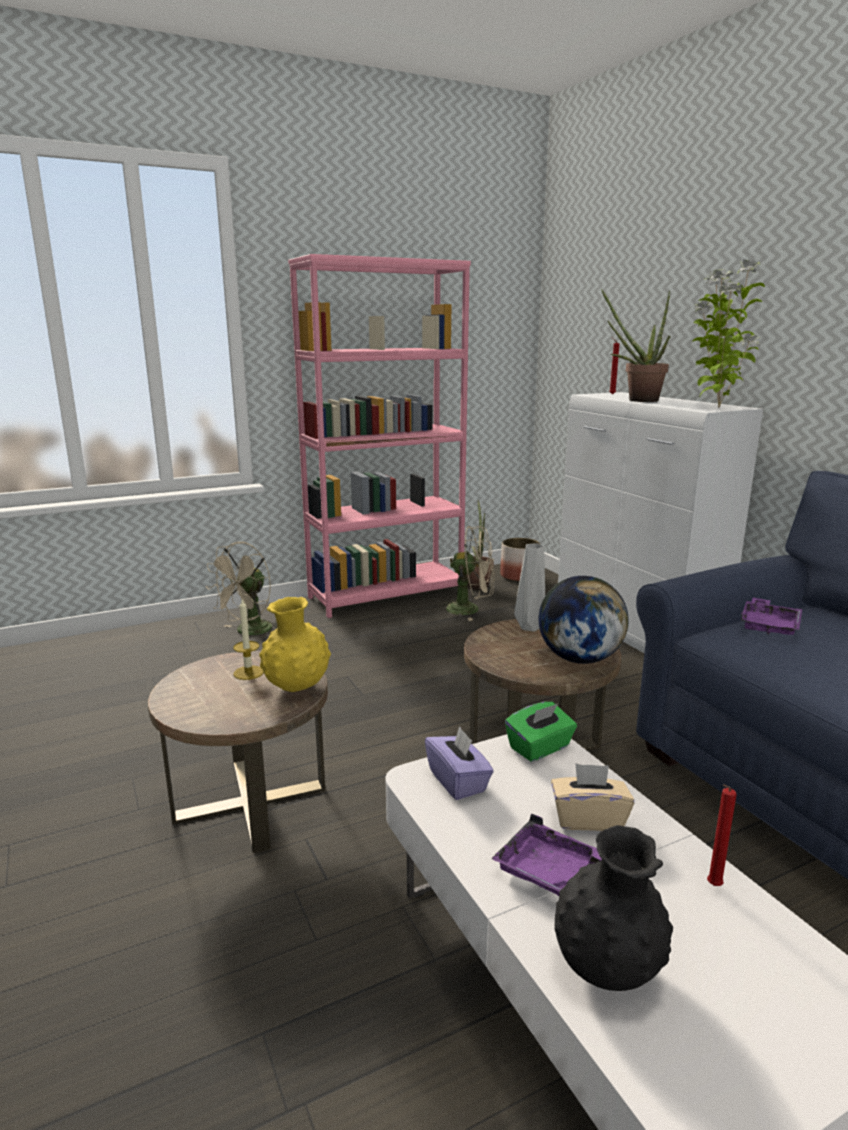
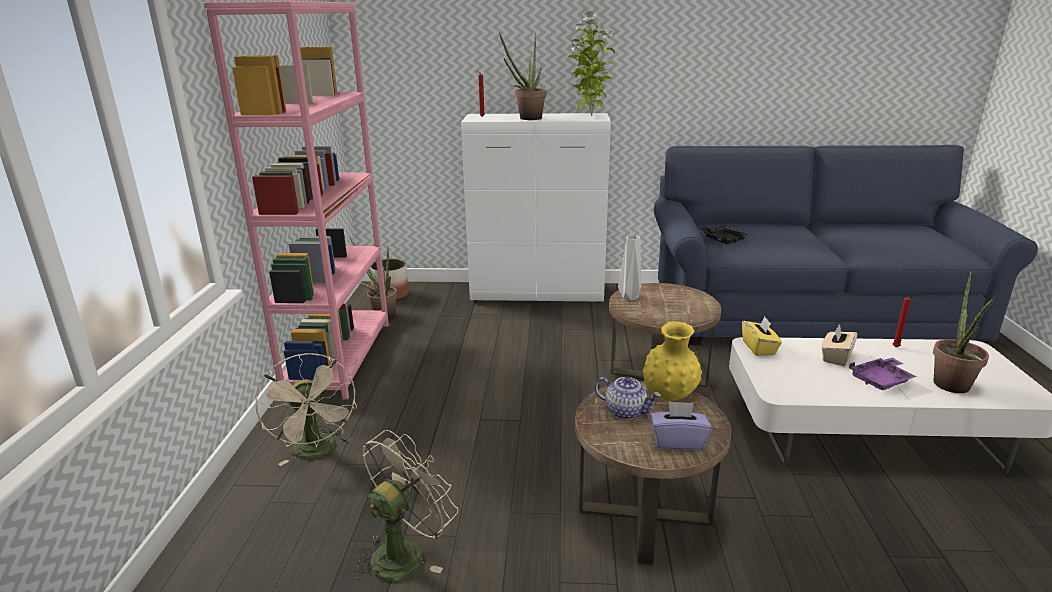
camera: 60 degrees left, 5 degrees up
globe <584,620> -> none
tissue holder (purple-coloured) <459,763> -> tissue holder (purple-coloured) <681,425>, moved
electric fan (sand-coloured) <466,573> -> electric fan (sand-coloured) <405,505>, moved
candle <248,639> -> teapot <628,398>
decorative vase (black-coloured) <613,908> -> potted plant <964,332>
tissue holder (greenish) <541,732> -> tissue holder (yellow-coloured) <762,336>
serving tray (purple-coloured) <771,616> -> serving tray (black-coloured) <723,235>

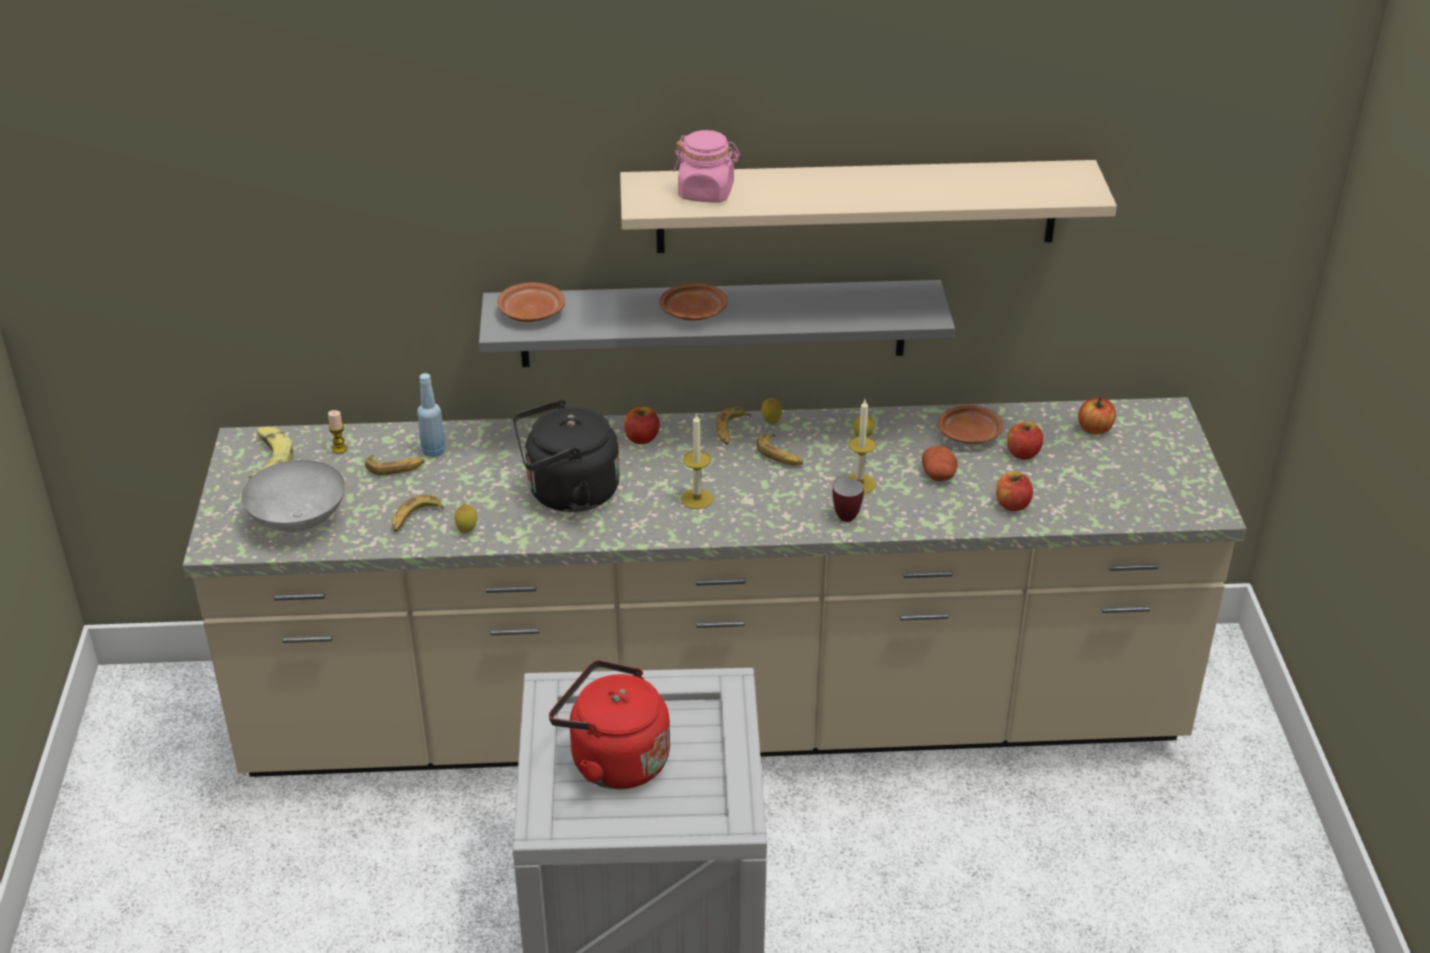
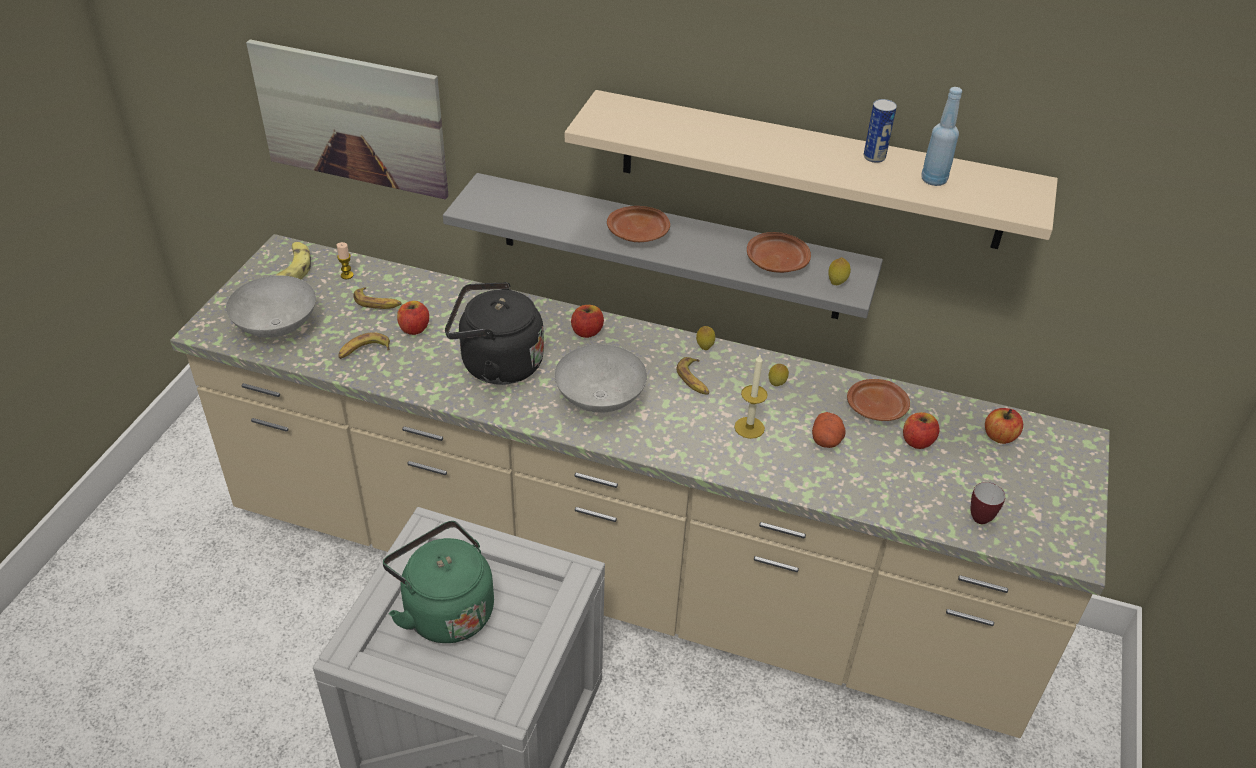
camera: 20 degrees right, 5 degrees up
storage jar (pink-coloured) <706,166> -> none
banana fruit <733,426> -> none
none -> picture <347,119>
none -> sealed can <880,131>
bottle (blue-coloured) <431,415> -> bottle (blue-coloured) <941,136>, moved
whole lemon <465,518> -> whole lemon <839,271>, moved
dinner plate (brown) <531,302> -> dinner plate (brown) <779,252>, moved
mug <848,500> -> mug <987,503>, moved
apple fruit <1014,491> -> apple fruit <413,318>, moved
candle <697,461> -> bowl (gray) <601,378>
water kettle (red-coloured) <609,724> -> water kettle (greenish) <438,582>

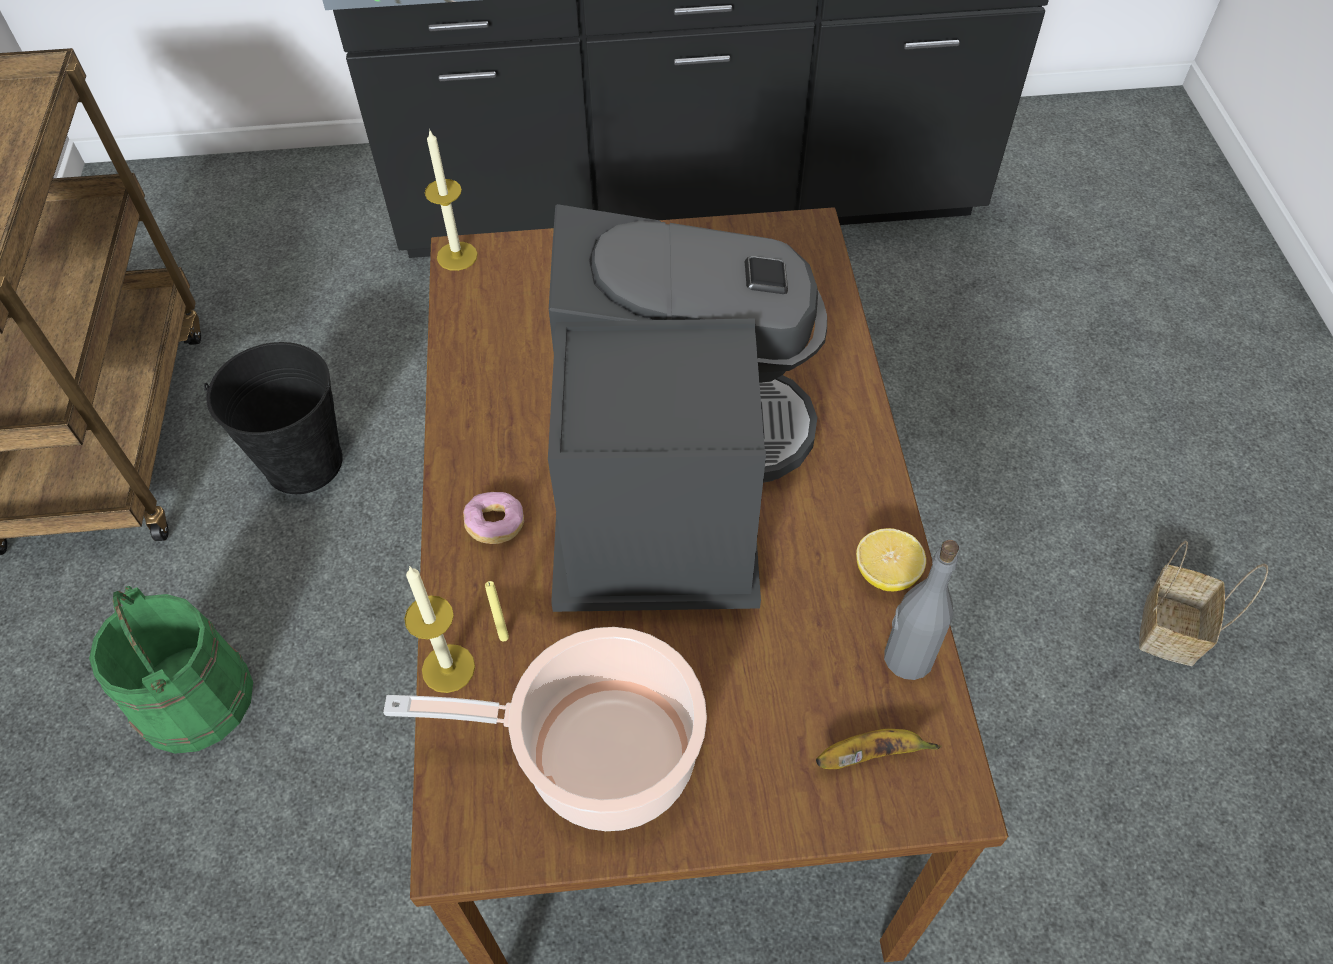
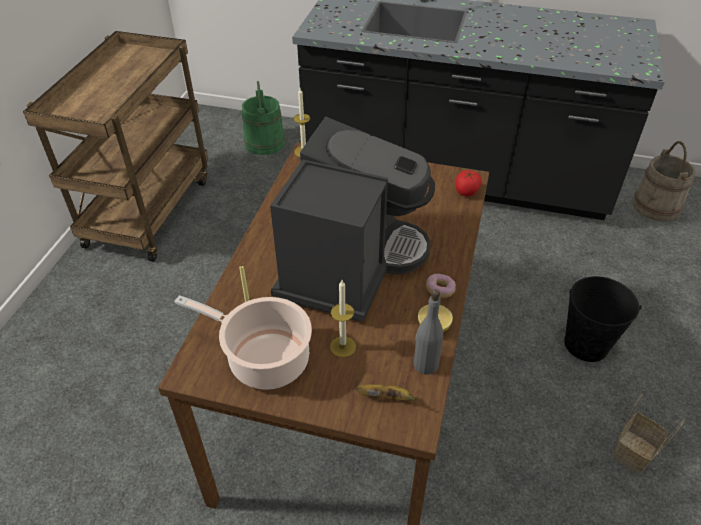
camera: 20 degrees right, 10 degrees down
none -> whole tomato <468,183>
none -> pail (sand-coloured) <664,181>
pail (greenish) <171,670> -> pail (greenish) <263,118>, moved
pail (black-coloured) <273,418> -> pail (black-coloured) <603,319>, moved
candle <439,629> -> candle <343,318>, moved
ring doughnut <493,518> -> ring doughnut <441,286>, moved

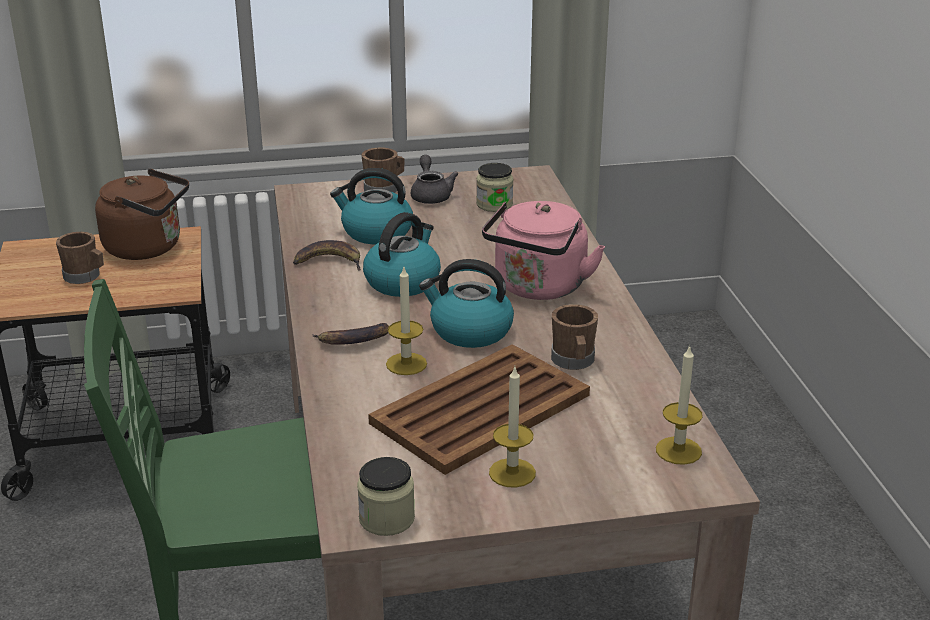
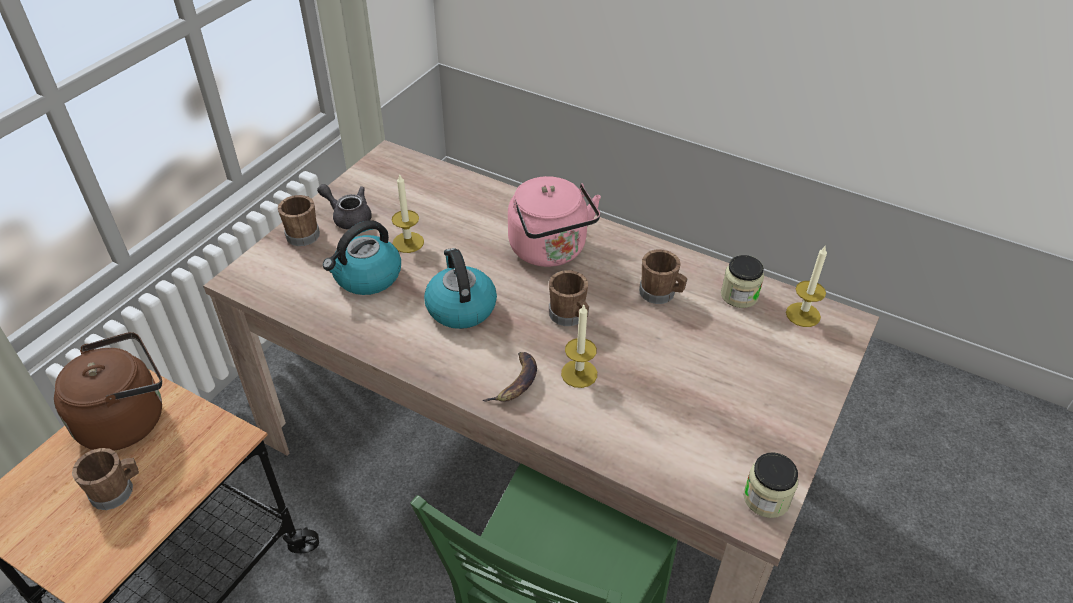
camera: 50 degrees left, 15 degrees up
banana fruit <327,255> -> none
serving tray (brown) <479,409> -> none
storage jar <494,187> -> storage jar <742,281>, moved
candle <512,427> -> candle <408,213>, moved
water kettle <466,303> -> mug (brown) <569,298>

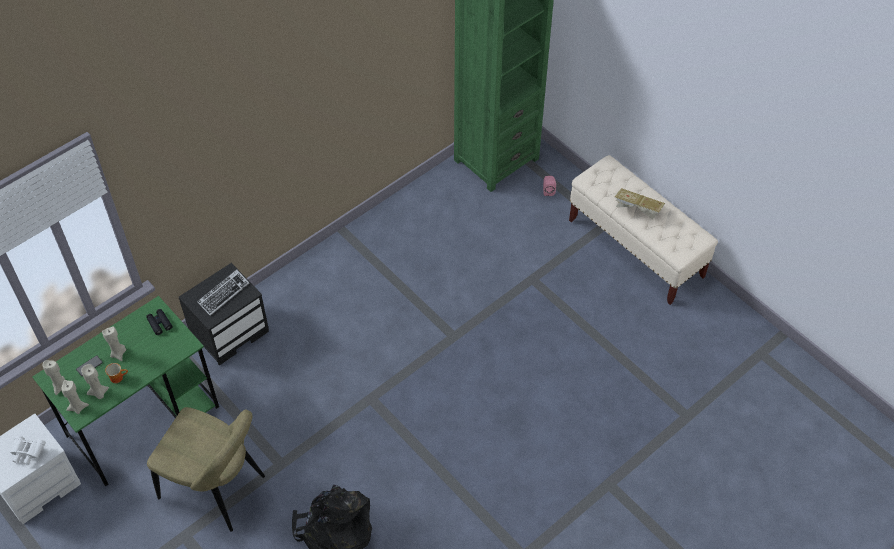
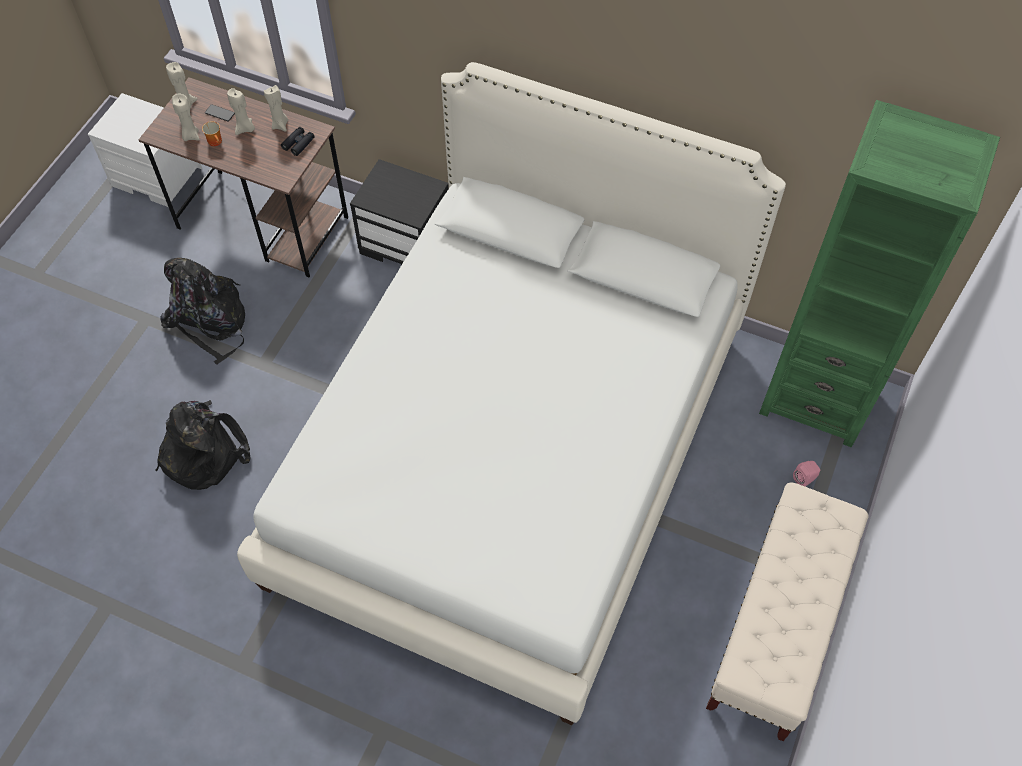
camera: 65 degrees right, 5 degrees up
field glasses (white-coloured) <28,450> -> none
PC keyboard <223,292> -> none
bound book <640,204> -> none
none -> bed (white-coloured) <511,393>
candle (sand-coloured) <75,397> -> candle (sand-coloured) <276,108>, moved
upright chair (sand-coloured) <206,469> -> rucksack (black-coloured) <202,311>
desk unit (greenish) <125,391> -> desk unit (brown) <244,177>

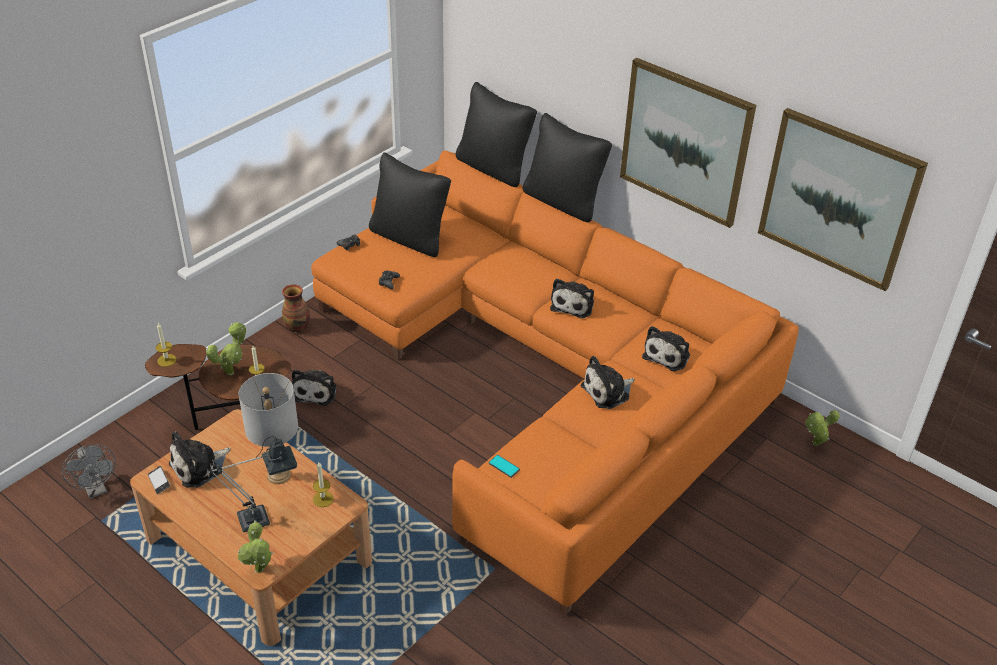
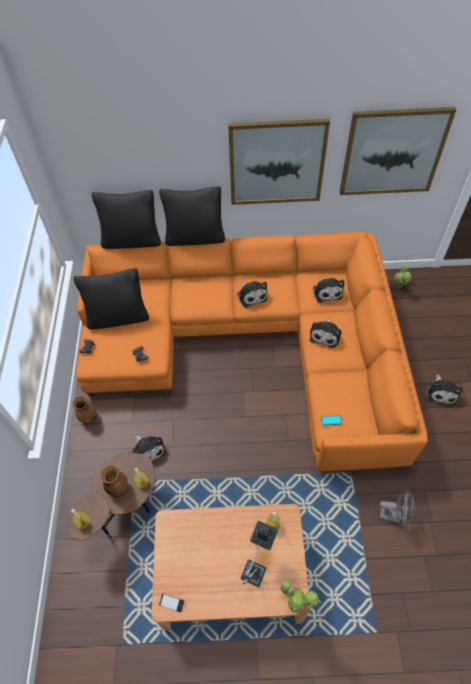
camera: 40 degrees left, 15 degrees up
tabletop lamp (gray) <268,428> -> none
electric fan (gray) <89,471> -> electric fan (gray) <397,509>, moved
soft toy <200,459> -> soft toy <444,389>, moved
potted plant <226,348> -> decorative vase <114,481>

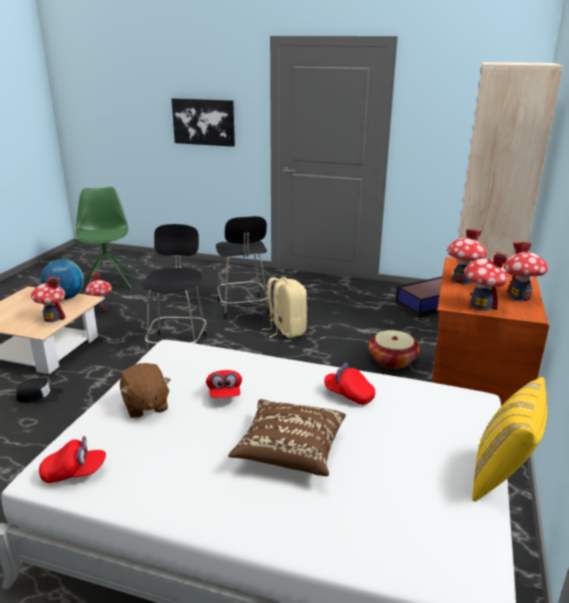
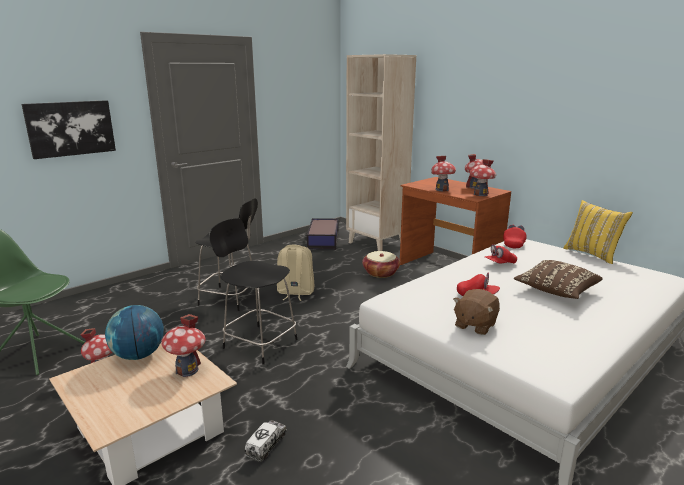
camera: 60 degrees left, 5 degrees down
baseball cap (red-coloured) <72,459> -> baseball cap (red-coloured) <515,236>, moved
baseball cap (black-coloured) <39,390> -> model truck <266,441>
soft toy (brown) <145,390> -> soft toy (brown) <476,312>, 120 degrees clockwise

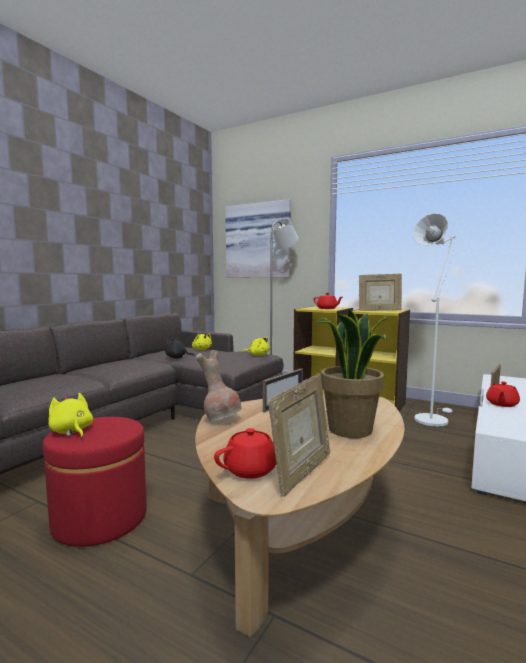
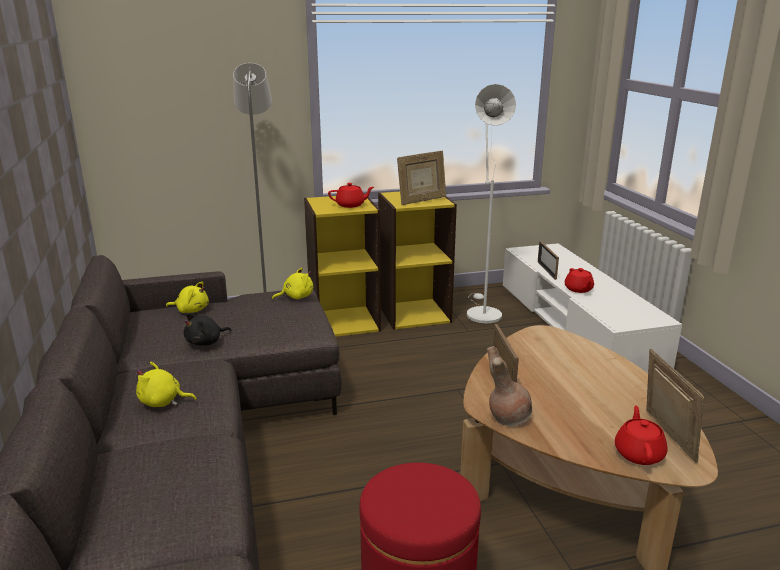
camera: 45 degrees left, 15 degrees up
picture <258,238> -> none
potted plant <351,373> -> none
soft toy (yellow-coloured) <71,415> -> soft toy (yellow-coloured) <166,384>, moved

